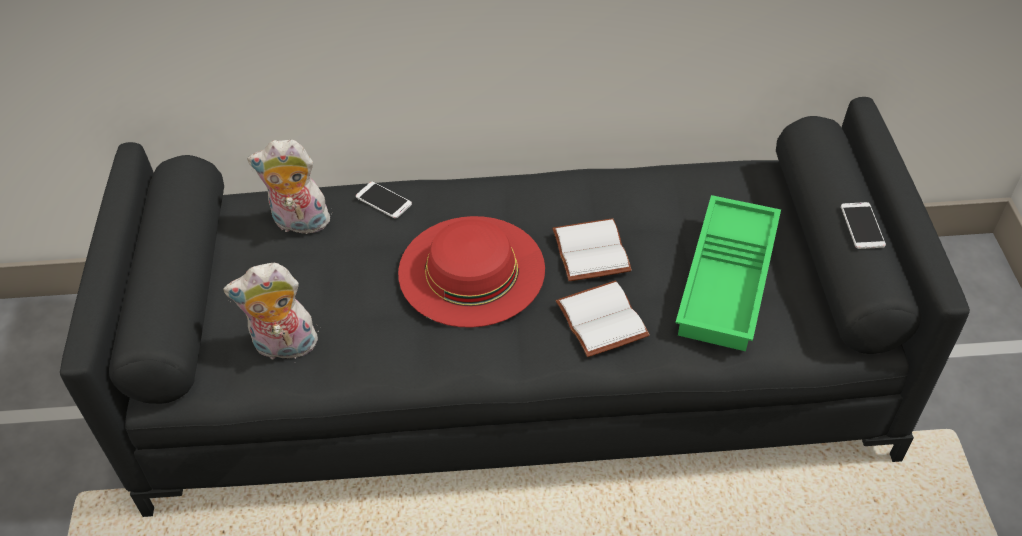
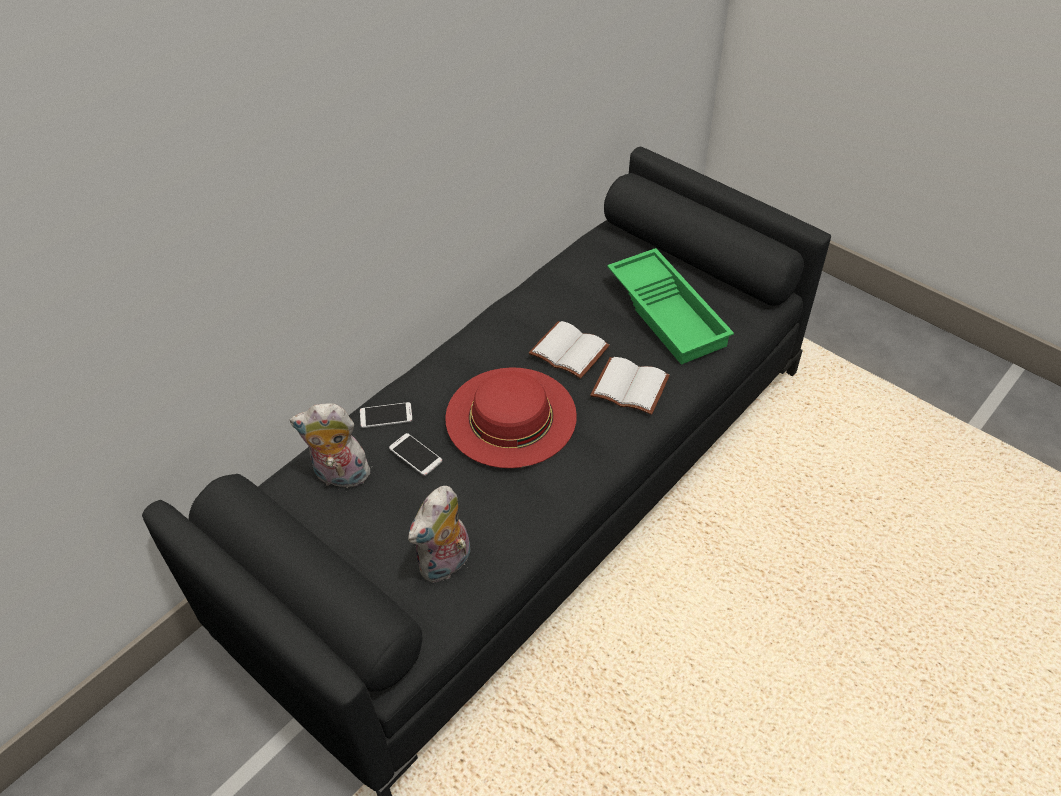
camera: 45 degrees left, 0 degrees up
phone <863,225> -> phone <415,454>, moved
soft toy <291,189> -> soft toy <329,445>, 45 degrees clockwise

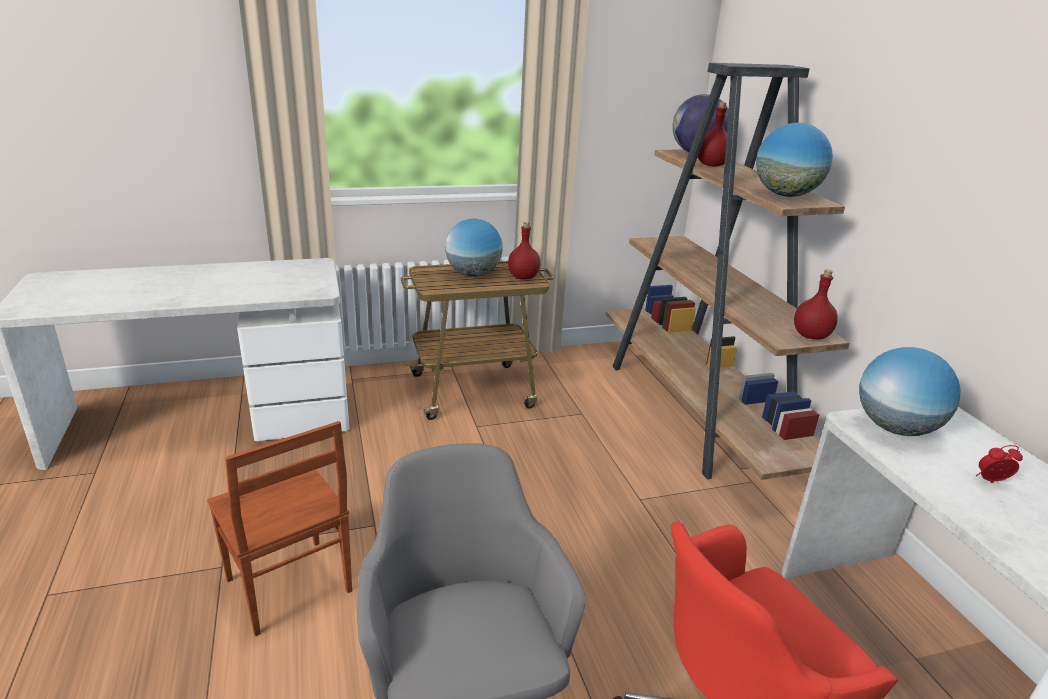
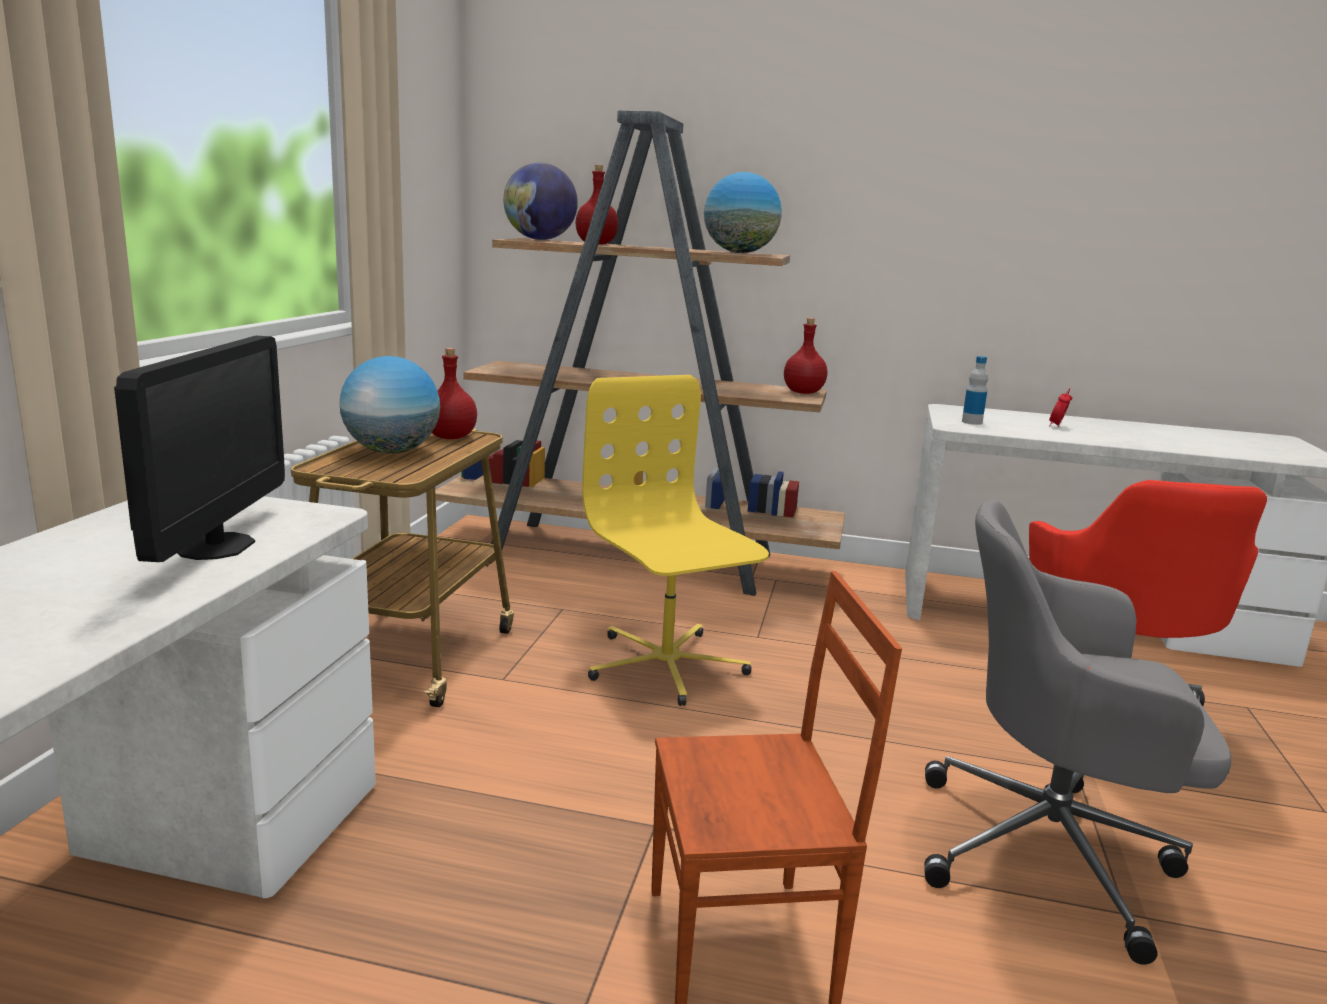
camera: 60 degrees left, 10 degrees down
none -> monitor <199,449>
none -> office chair (yellow-coloured) <675,540>
globe <910,391> -> bottle <975,390>

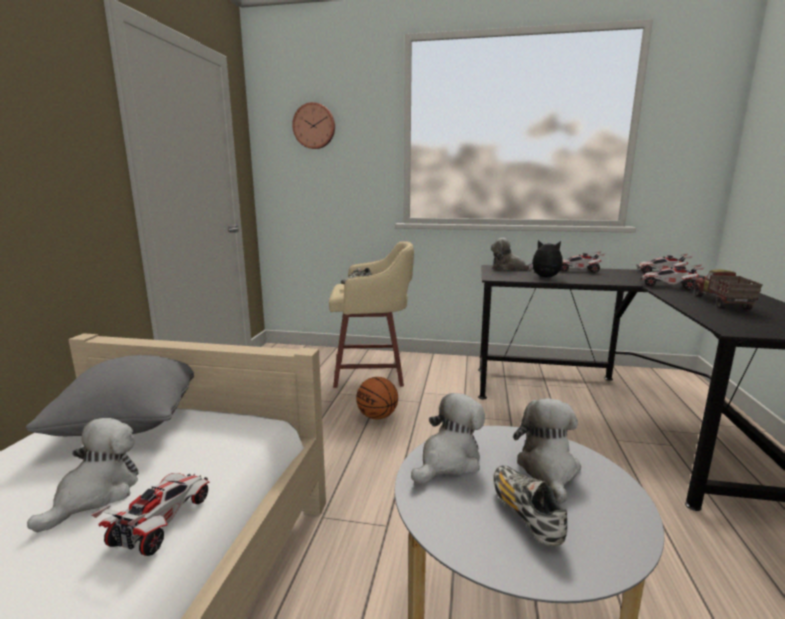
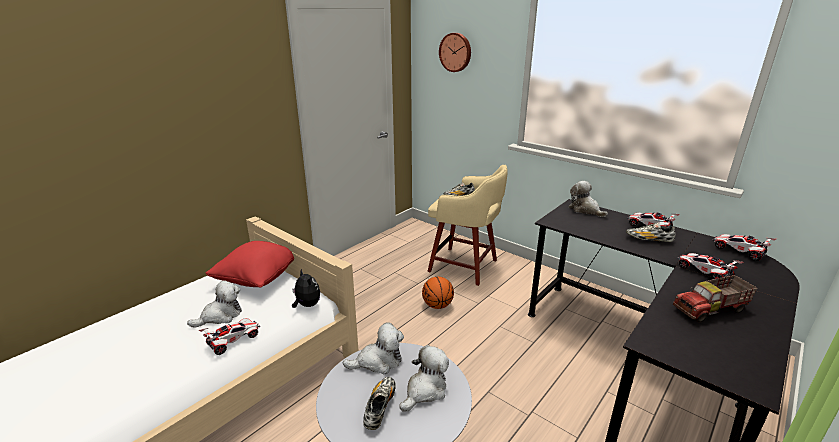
camera: 30 degrees right, 10 degrees up
none -> low shoe <651,232>
soft toy <546,258> -> soft toy <306,288>, moved
cushion (gray) <110,395> -> cushion (red-coloured) <250,264>
model truck <728,289> -> model truck <715,299>, 150 degrees counterclockwise

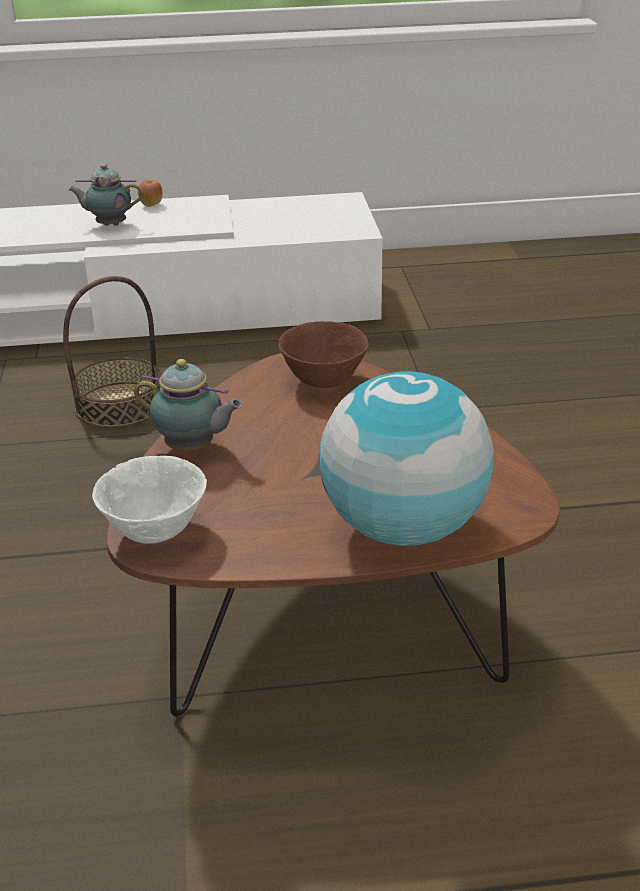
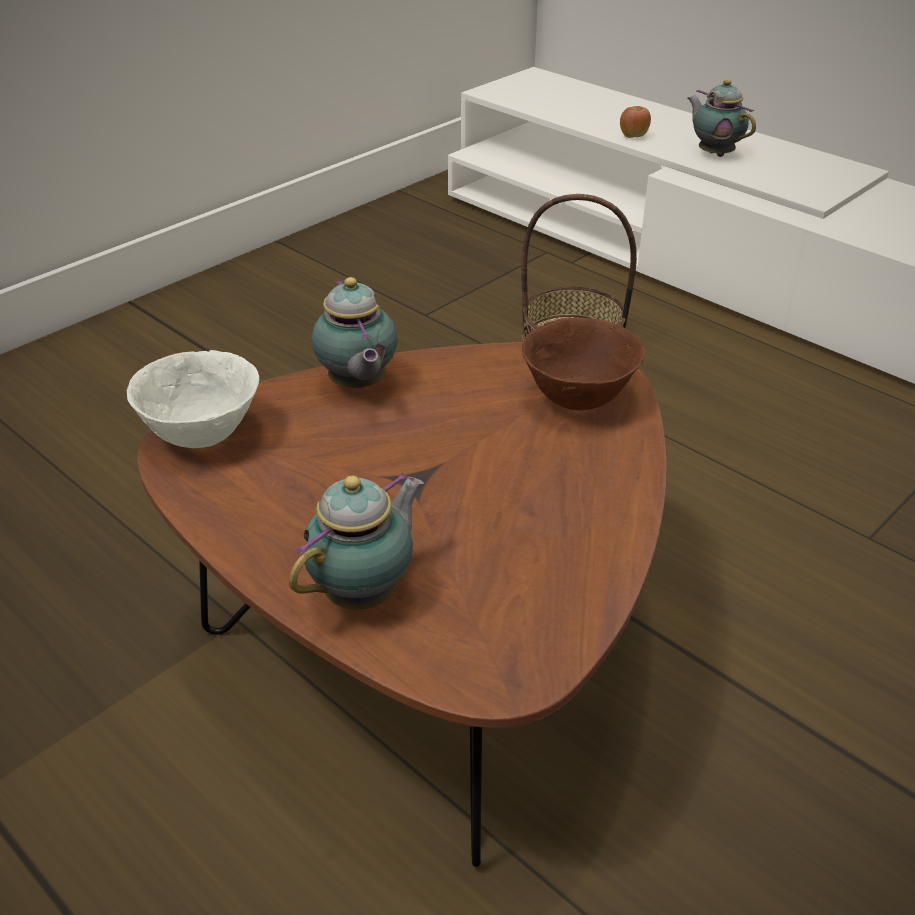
camera: 50 degrees right, 5 degrees up
apple fruit <150,193> -> apple fruit <635,122>, moved
globe <407,458> -> teapot <356,540>

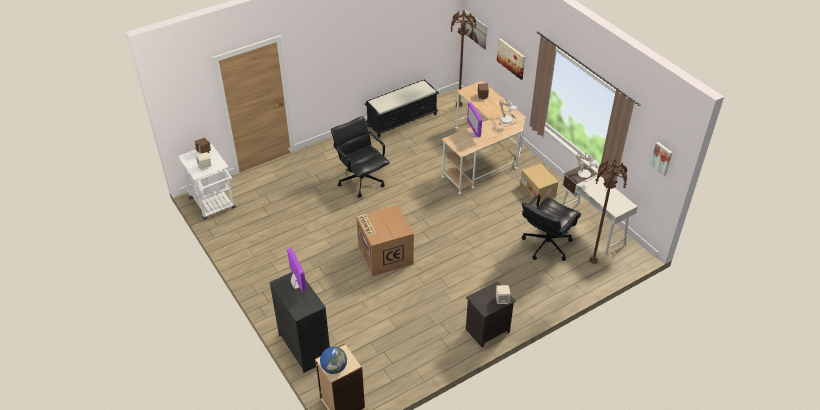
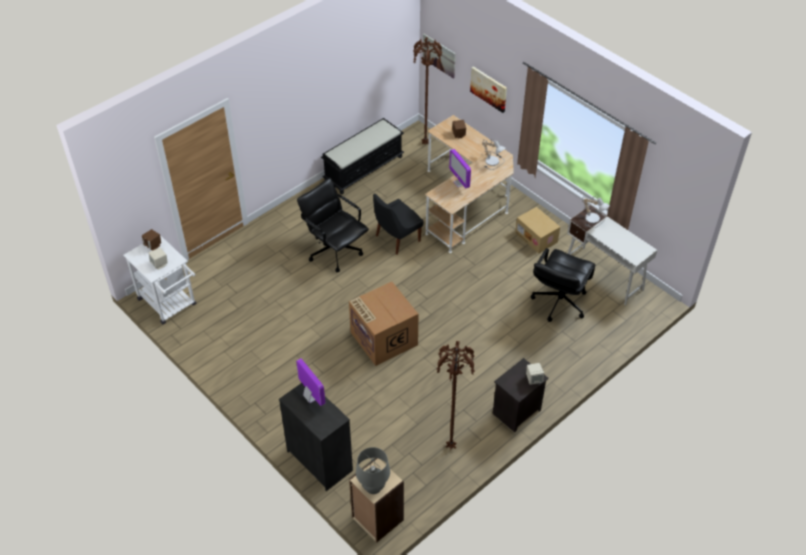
camera: 10 degrees left, 5 degrees up
picture <661,159> -> none
none -> upright chair (black-coloured) <398,224>
standard lamp (brown) <608,211> -> standard lamp (brown) <455,396>, moved
globe <333,360> -> tabletop lamp (gray) <373,470>

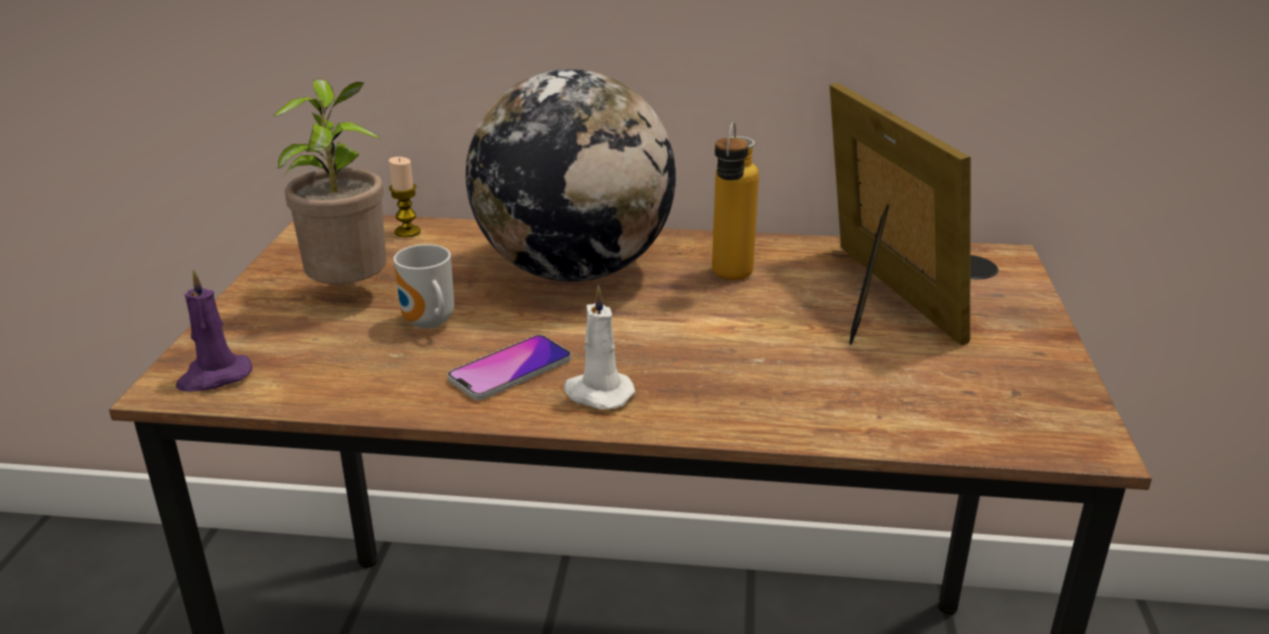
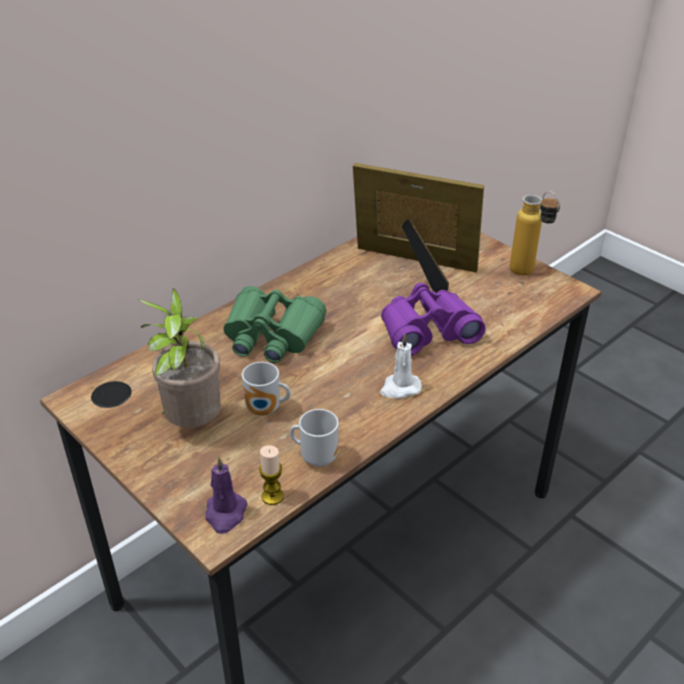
camera: 50 degrees left, 10 degrees up
phone <509,367> -> none
none -> mug <314,438>
none -> field glasses (purple-coloured) <433,319>
candle <405,197> -> candle <271,475>, moved
bottle <735,201> -> bottle <535,233>, moved
globe <571,175> -> field glasses (greenish) <275,324>

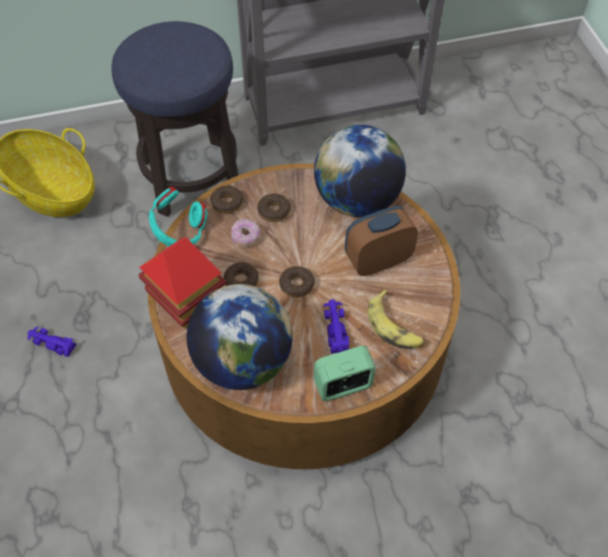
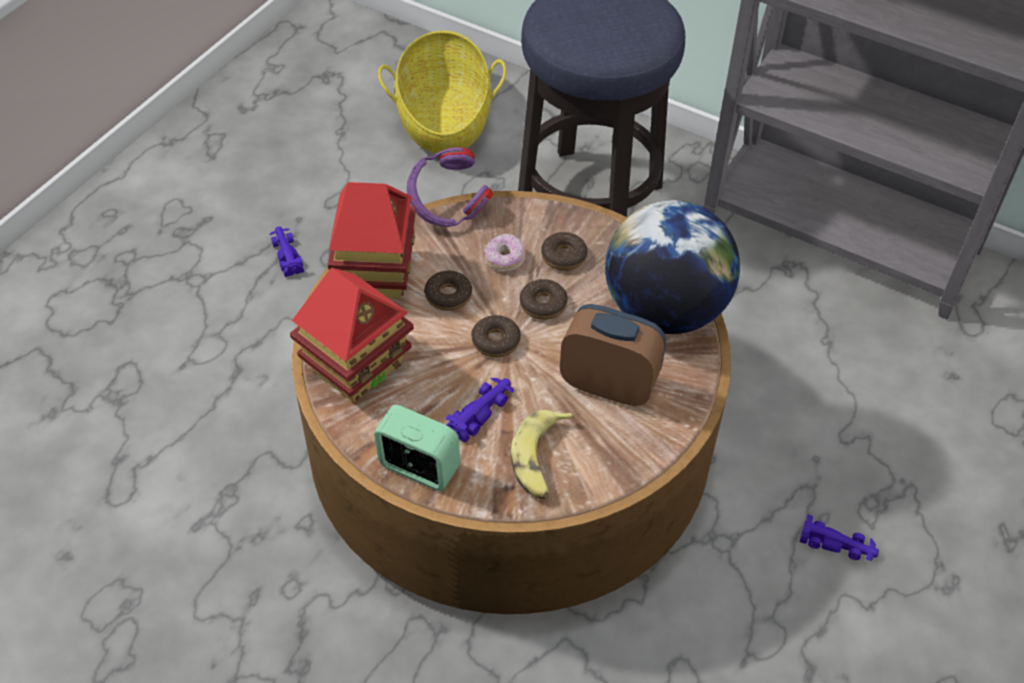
camera: 45 degrees right, 5 degrees down
none -> miniature car (purple-coloured) <839,537>
ring doughnut <226,200> -> ring doughnut <544,299>, moved
globe <240,337> -> toy house <352,335>
headphones (blue-green) <178,216> -> headphones (purple-coloured) <450,187>

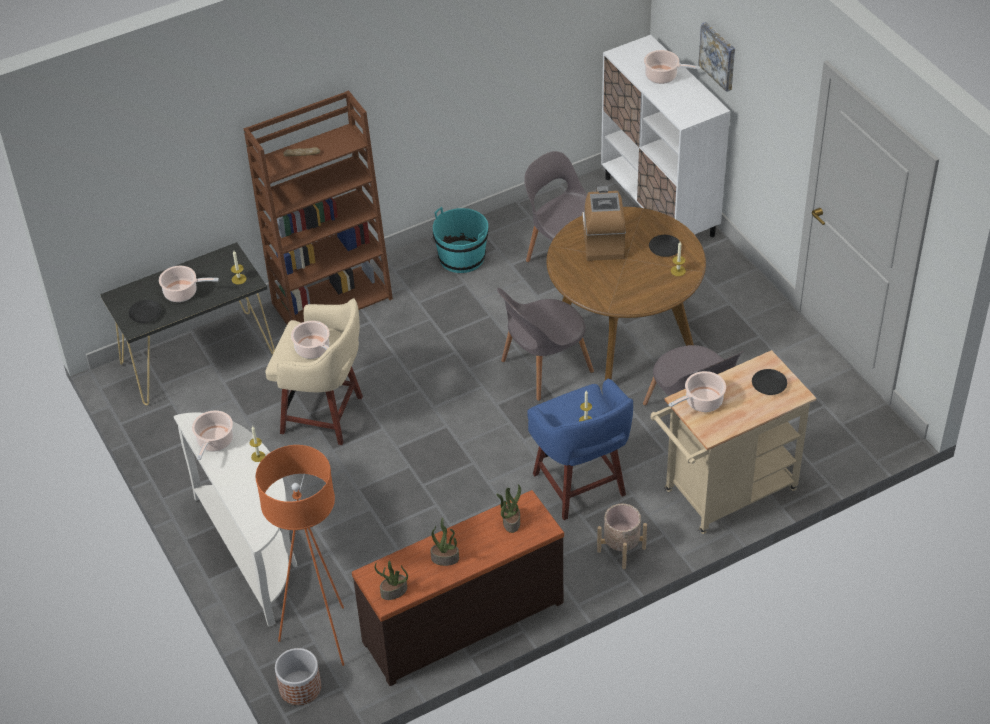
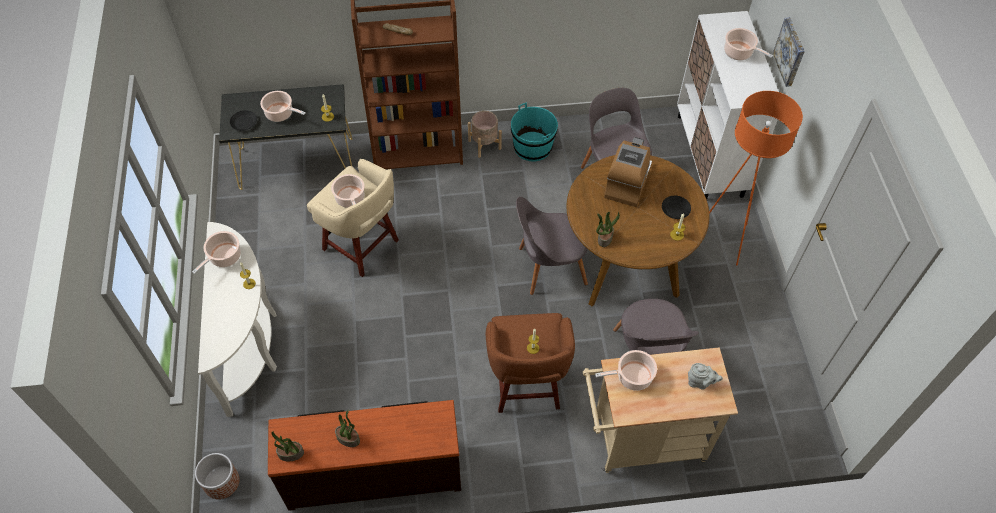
camera: 20 degrees right, 10 degrees up
standard lamp (orange) <300,555> -> standard lamp (orange) <756,178>, moved
potted plant <508,508> -> potted plant <608,229>, moved
planter (sand-coloured) <622,536> -> planter (sand-coloured) <485,134>, moved
dinner plate (black-coloured) <769,382> -> teapot (gray) <705,376>
stool seat (blue-coloured) <580,449> -> stool seat (brown) <530,363>

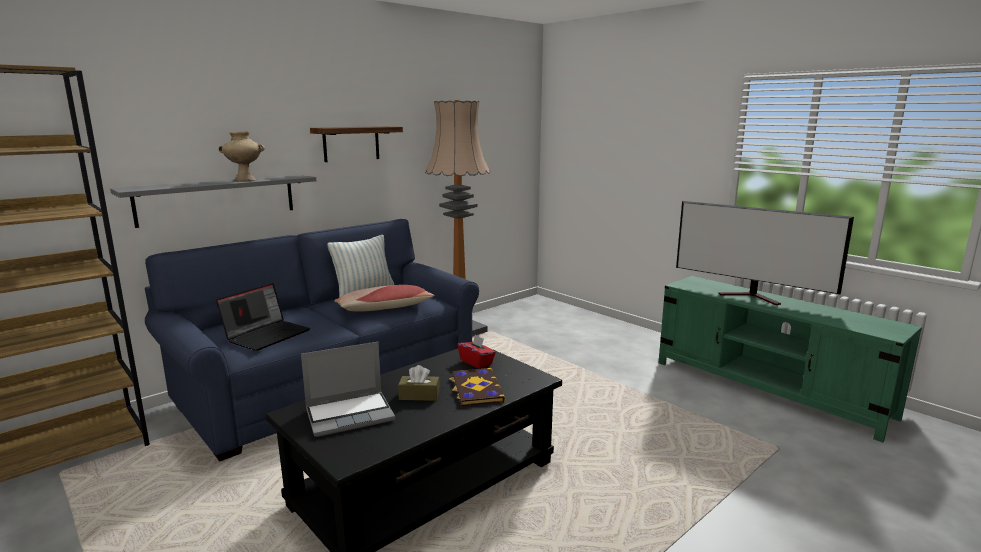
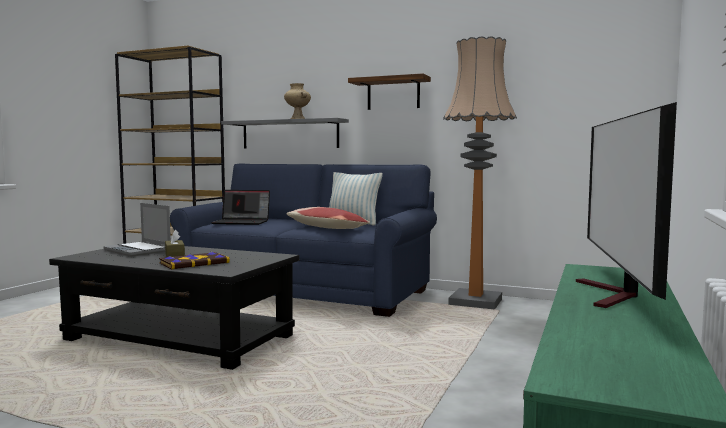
camera: 65 degrees right, 10 degrees down
tissue holder (red-coloured) <477,352> -> none

